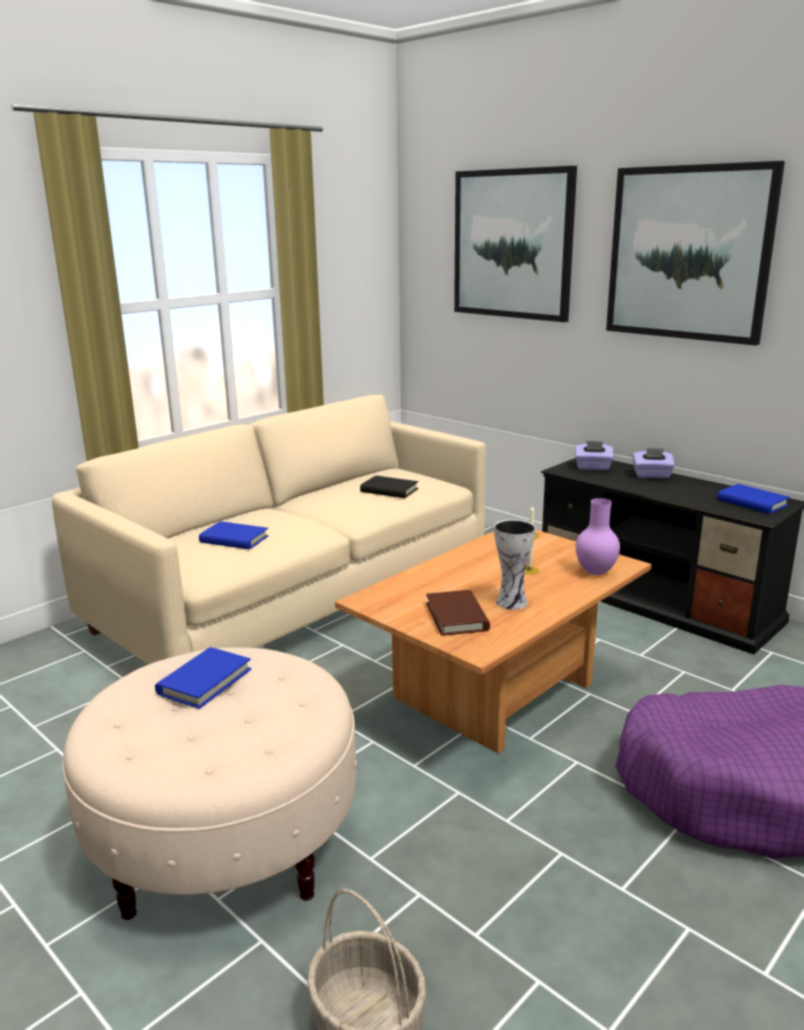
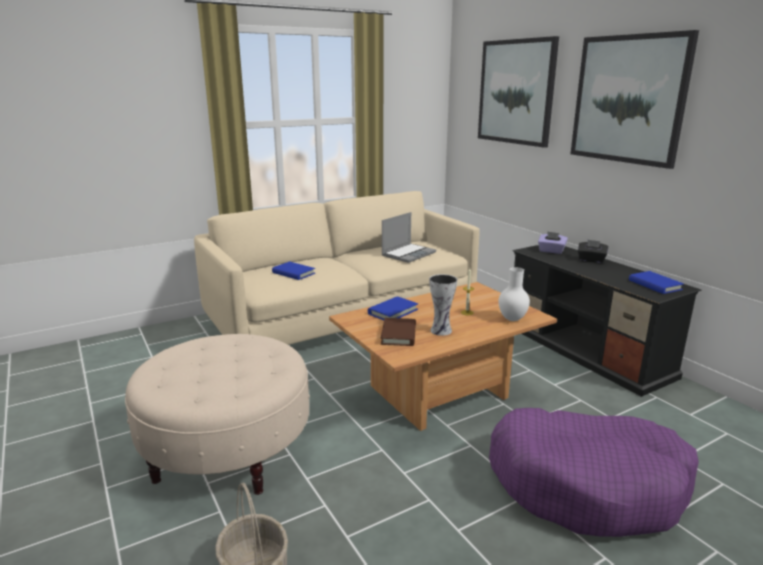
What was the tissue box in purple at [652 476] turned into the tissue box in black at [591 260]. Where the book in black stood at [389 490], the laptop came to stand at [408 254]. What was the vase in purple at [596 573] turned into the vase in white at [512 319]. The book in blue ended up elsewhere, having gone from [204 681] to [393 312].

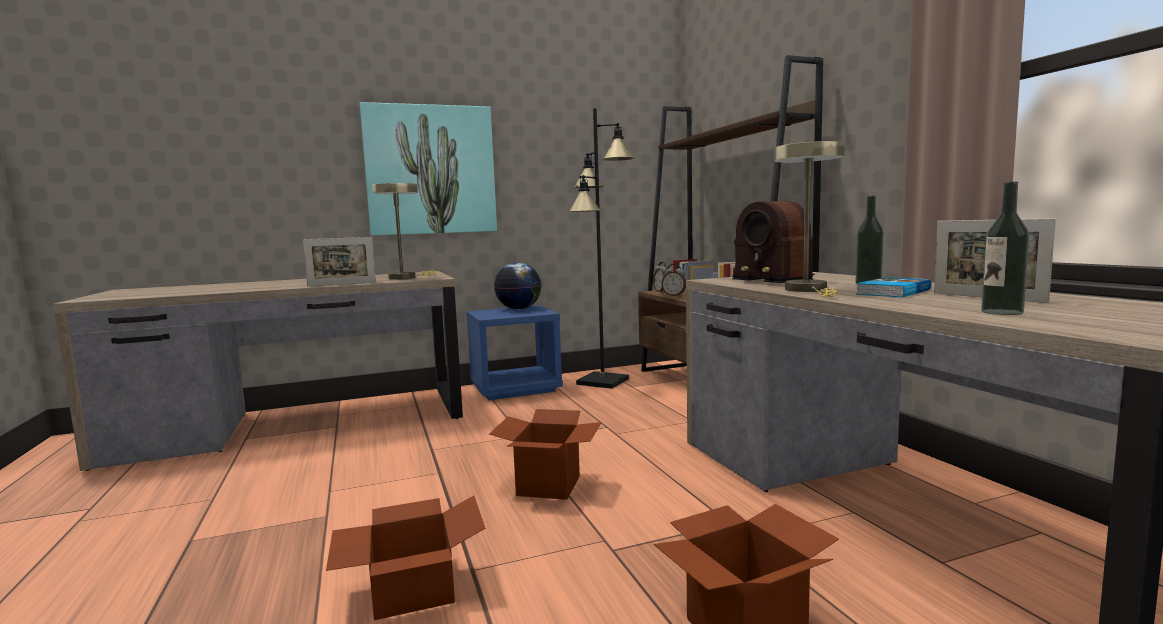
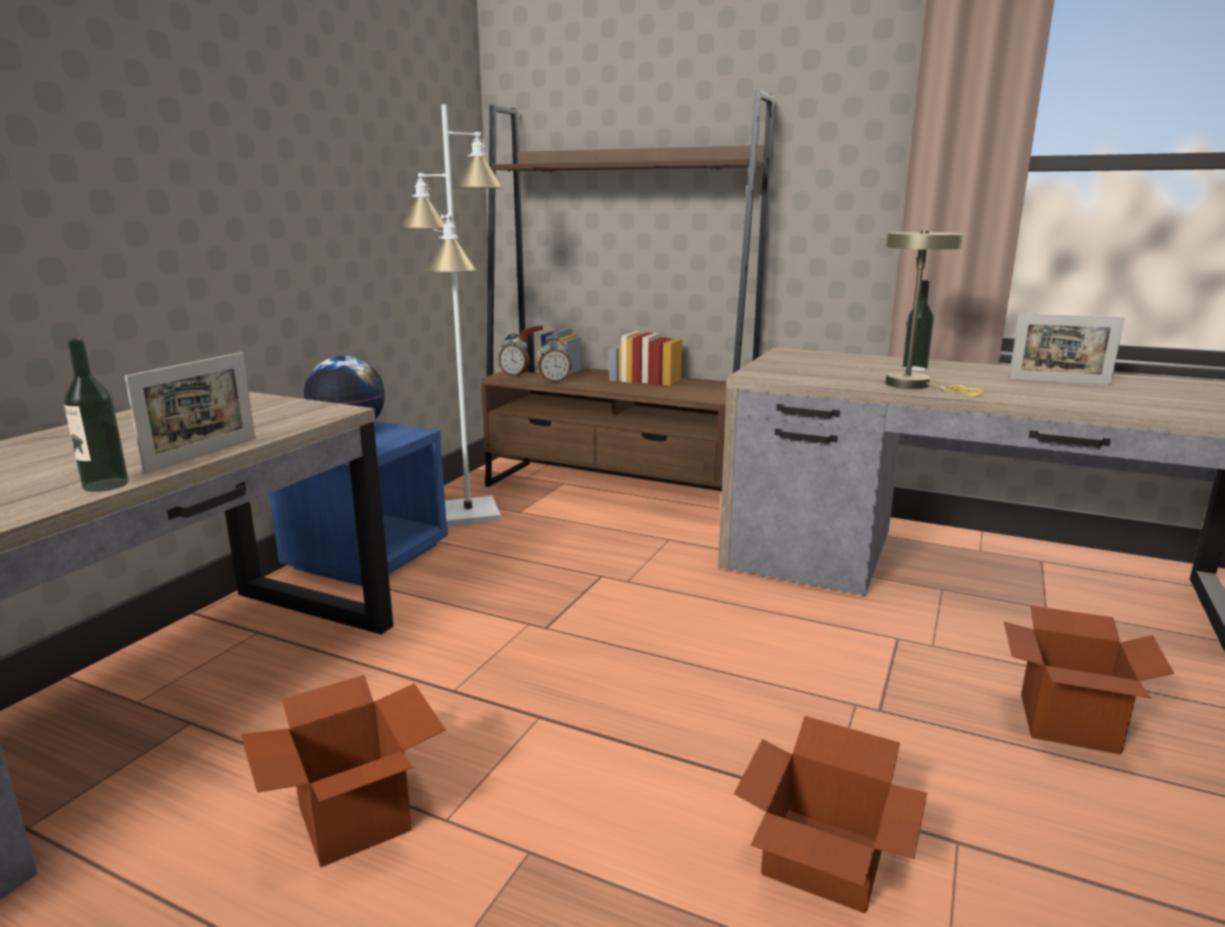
The second view lost the picture at [430 170]. What was the floor lamp in black at [603 382] turned into the floor lamp in white at [469 514]. The bottle ended up elsewhere, having gone from [1002 312] to [105 485]. The second view lost the table lamp in beige at [405 277]. The second view lost the radio at [773 279]. The second view lost the book at [891 292]. The cardboard box ended up elsewhere, having gone from [548 485] to [353 819].

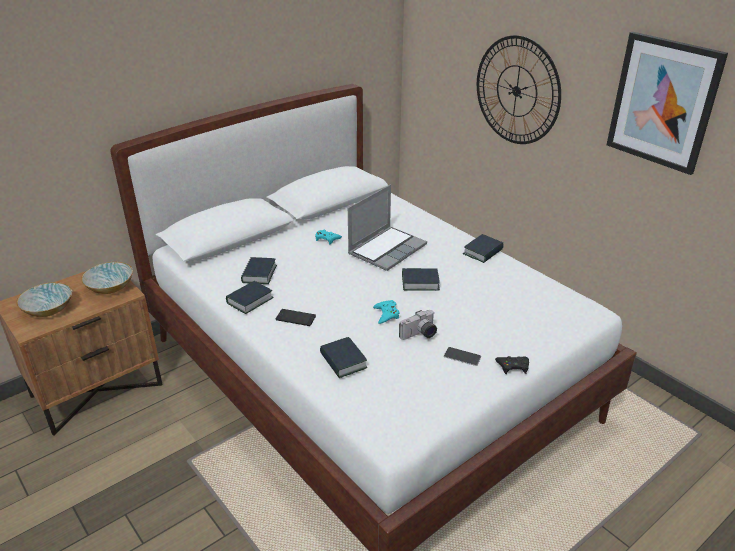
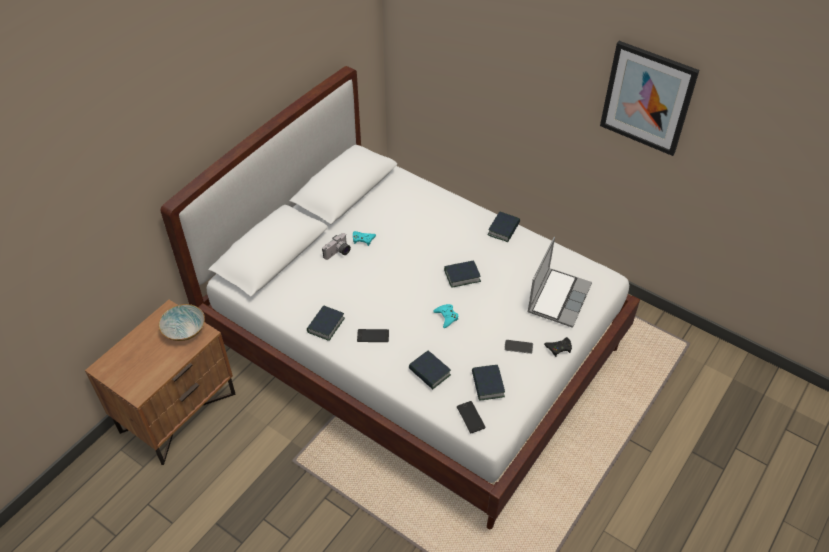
The second view lost the wall clock at [517 91]. The laptop ended up elsewhere, having gone from [387 249] to [558 297]. The book ended up elsewhere, having gone from [259 274] to [487 385]. The second view lost the bowl at [49 309]. The photo camera ended up elsewhere, having gone from [419 335] to [338 253]. The second view gained the phone at [470 417].

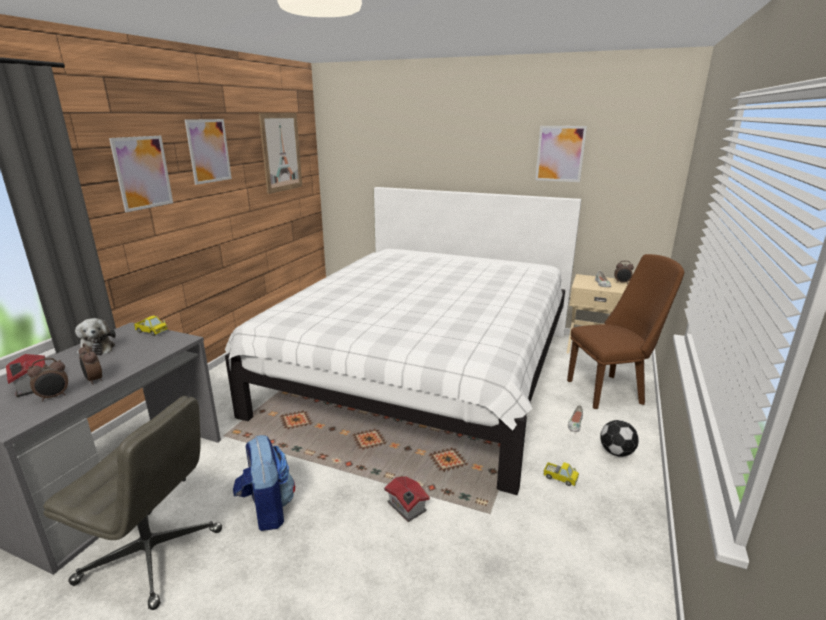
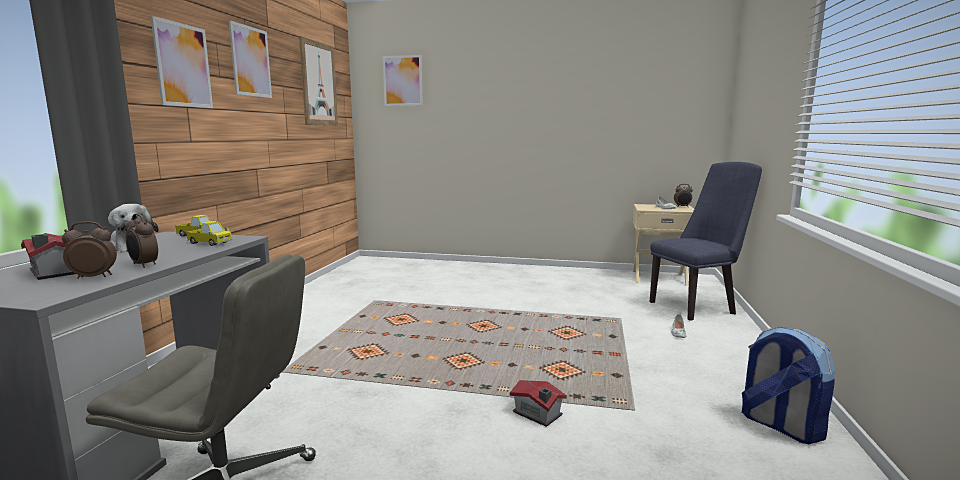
The picture ended up elsewhere, having gone from [560 154] to [402 81]. The second view lost the bed in white at [423 370]. What was the chair in brown at [610 391] turned into the chair in blue at [696 306]. The alarm clock at [54 396] ended up facing another way, 150 degrees counterclockwise from before. The second view lost the football at [616 452]. The backpack ended up elsewhere, having gone from [267 510] to [779 426]. The toy truck ended up elsewhere, having gone from [560 478] to [209 243].

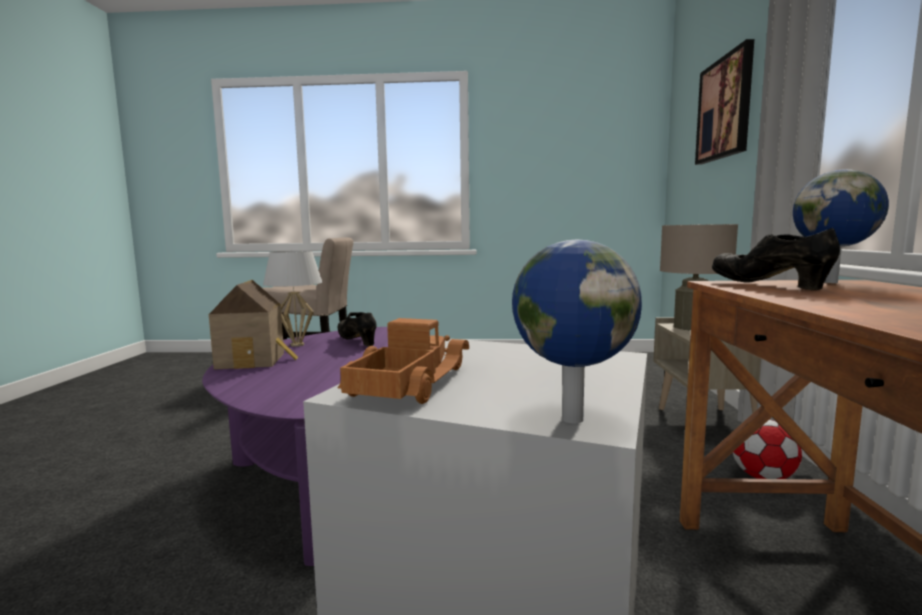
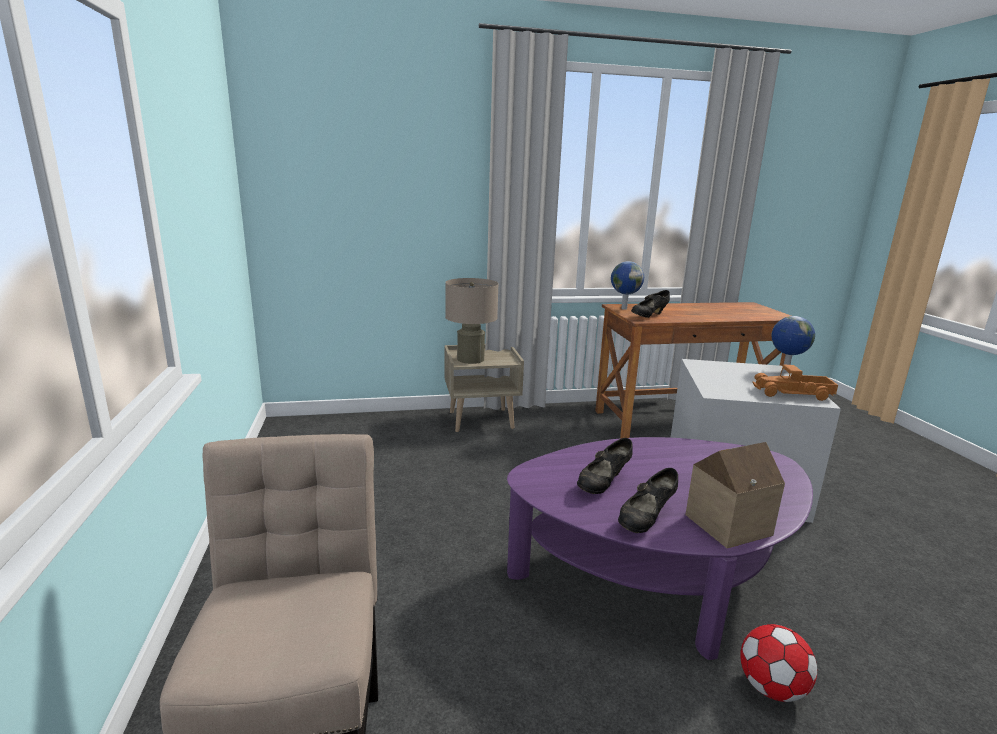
The second view lost the picture at [725 108]. Where the table lamp in white stood at [297 345], the shoe in black came to stand at [646 519]. The football ended up elsewhere, having gone from [763 477] to [771 688].

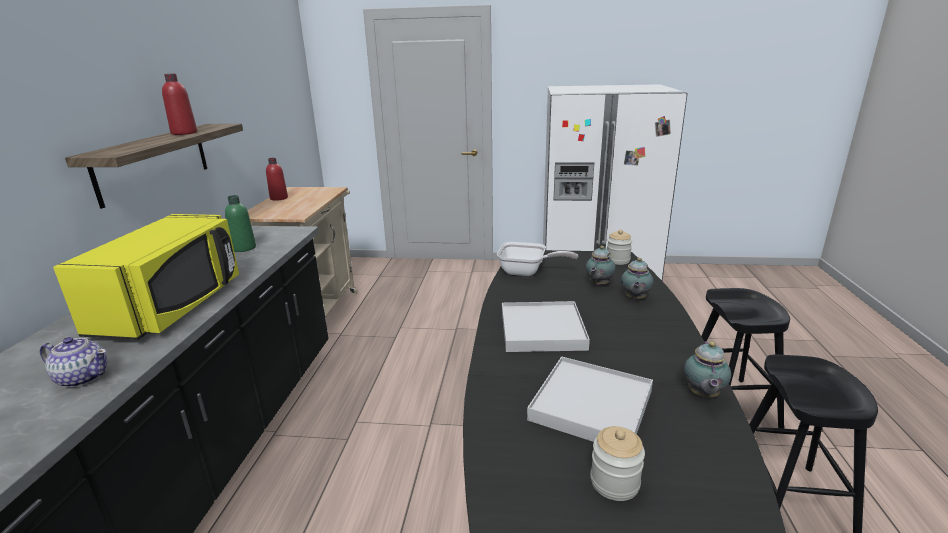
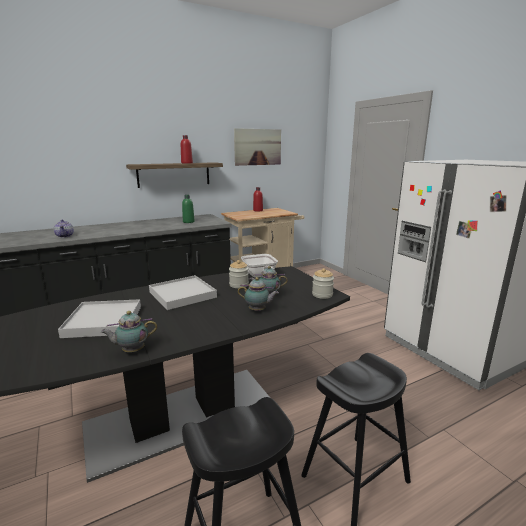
The second view lost the microwave in yellow at [174 306]. The teapot at [634 298] ended up facing another way, 150 degrees counterclockwise from before. The jar ended up elsewhere, having gone from [614 482] to [239 285]. The second view gained the picture at [258 147].

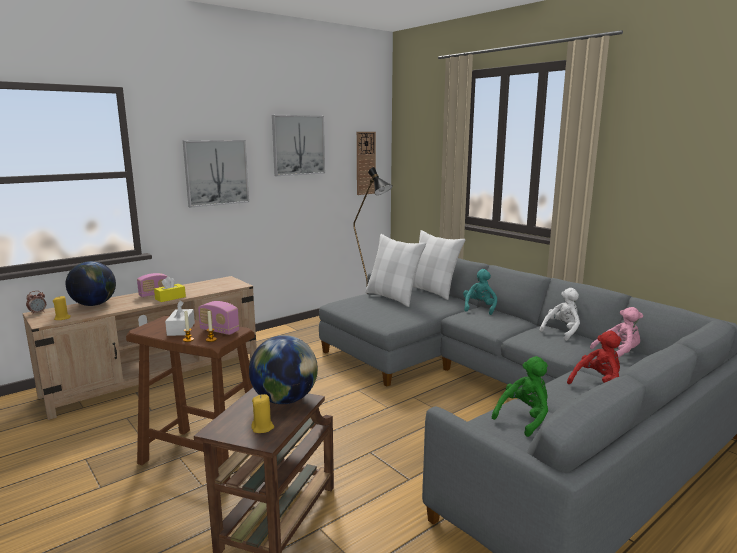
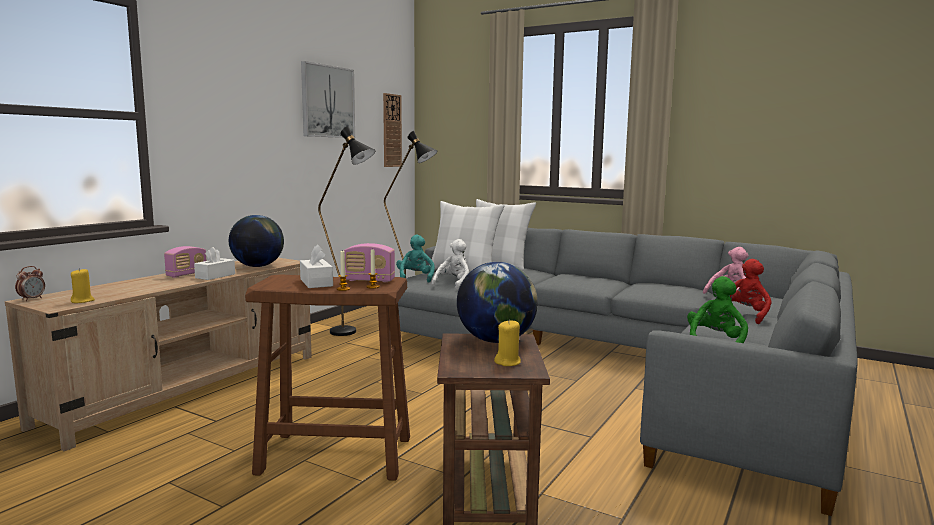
The second view lost the picture at [216 172]. The globe ended up elsewhere, having gone from [94 304] to [257 266]. The plush toy in turquoise ended up elsewhere, having gone from [479 308] to [415 278]. What was the tissue box in yellow at [170 298] turned into the tissue box in white at [215 276]. The plush toy in white ended up elsewhere, having gone from [562 331] to [453 284]. The second view gained the floor lamp in black at [351 333].

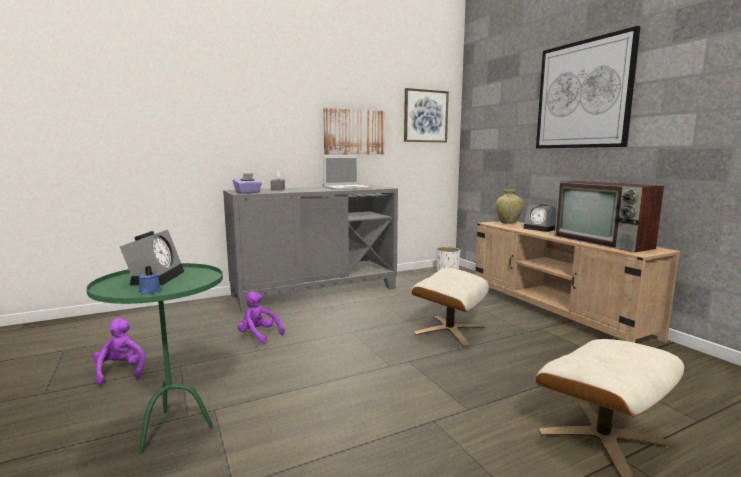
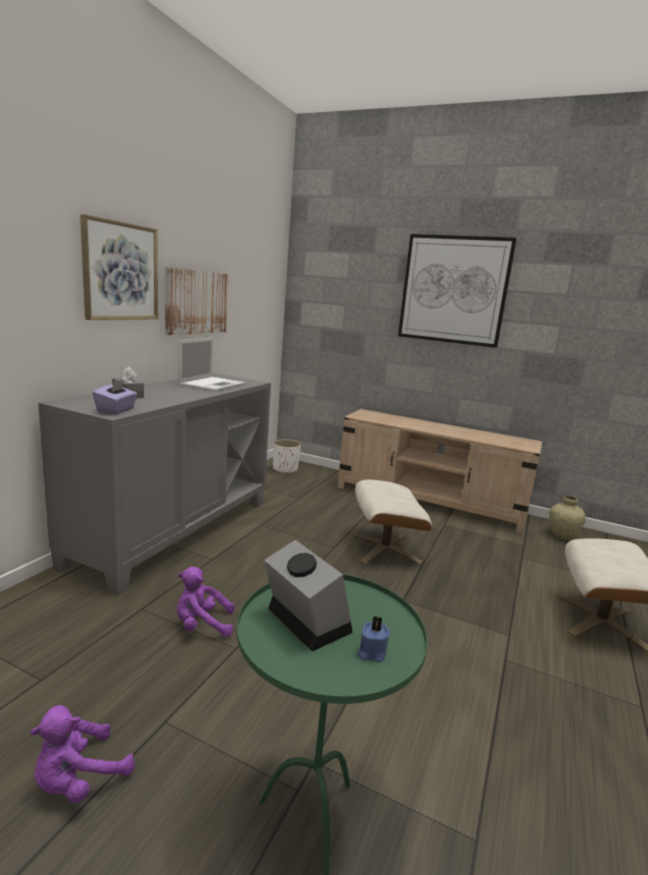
The picture ended up elsewhere, having gone from [425 116] to [121 271]. The second view lost the television at [603 242]. The vase in beige ended up elsewhere, having gone from [508 222] to [562 536]. The second view lost the alarm clock at [540 229]. The plush toy in purple at [121 371] ended up facing another way, 75 degrees counterclockwise from before.

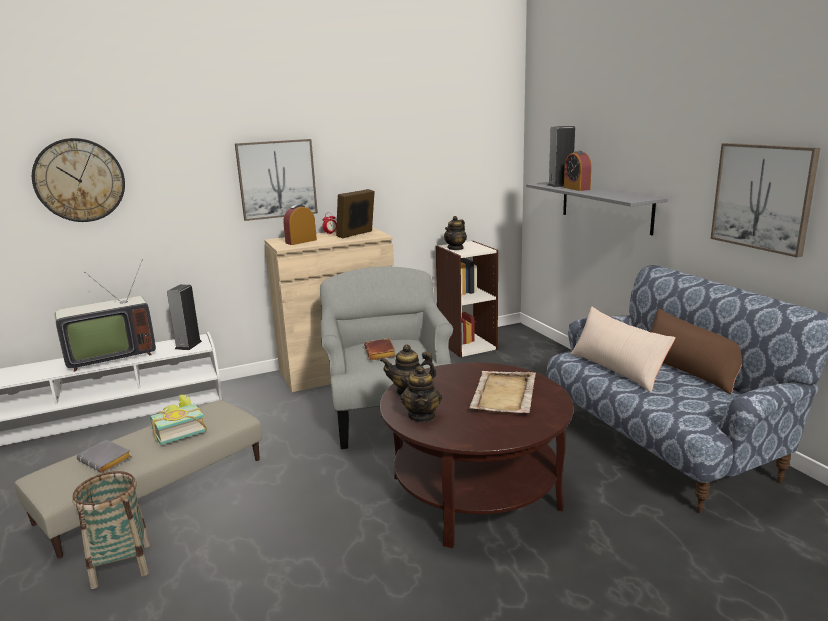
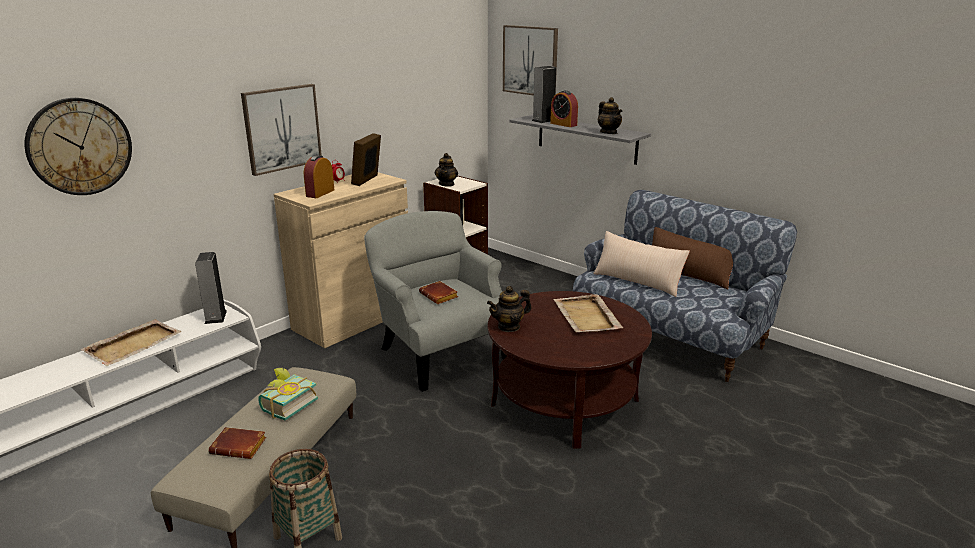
The picture ended up elsewhere, having gone from [763 197] to [530 60]. Where the television stood at [109 357], the tray in beige came to stand at [134 344]. The teapot ended up elsewhere, having gone from [422 416] to [608 132]. What was the book in grey at [107 460] turned into the book in brown at [240 446].

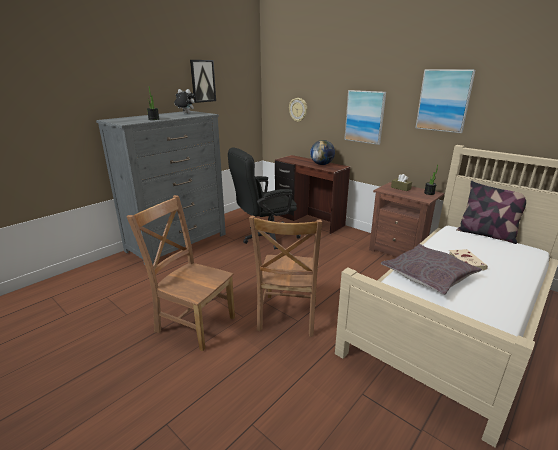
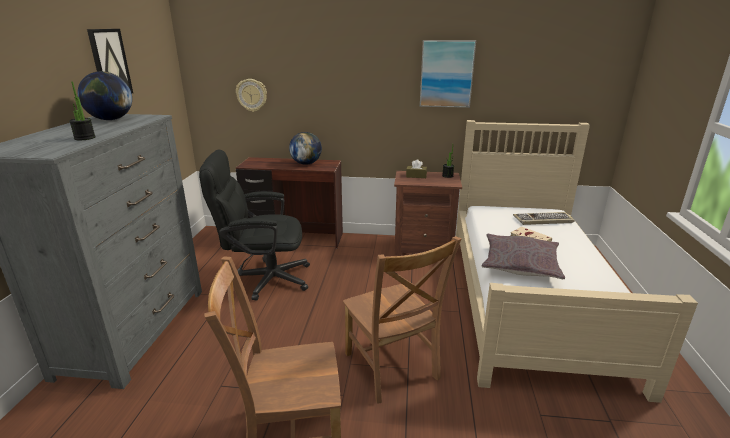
Where the plush toy stood at [185 113], the globe came to stand at [111 119]. The second view lost the picture at [364 117]. The office chair in black at [265 238] ended up facing another way, 60 degrees clockwise from before. The second view lost the pillow at [486 234]. The second view gained the keyboard at [543 220].

